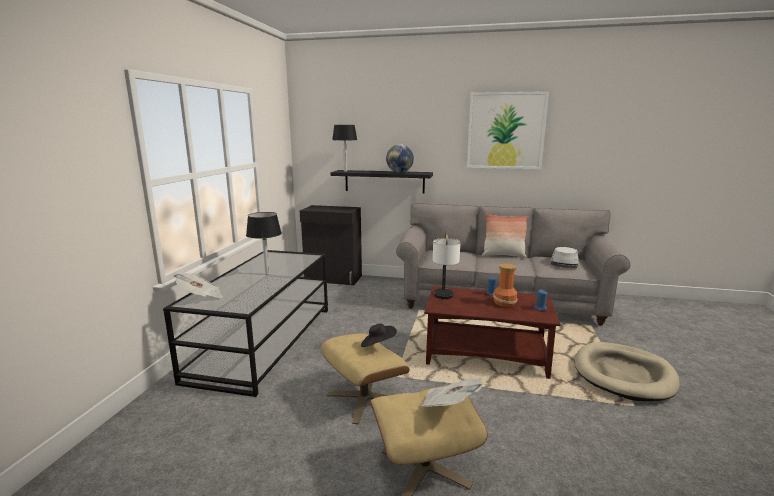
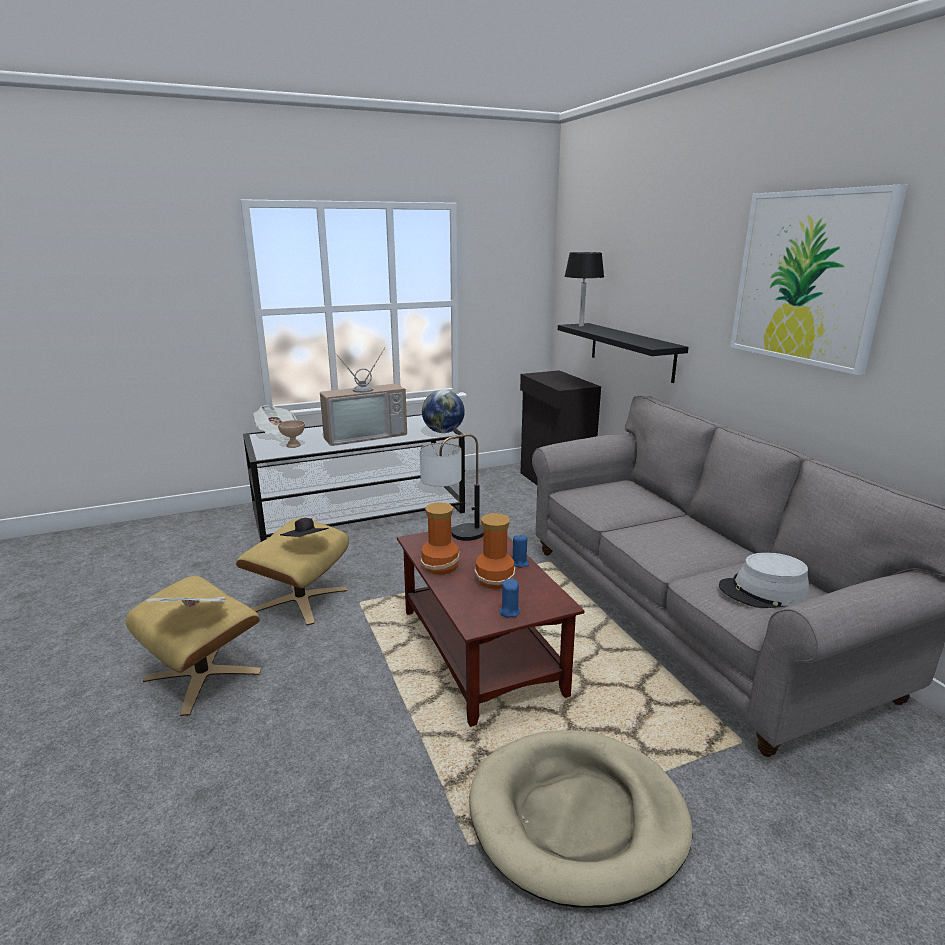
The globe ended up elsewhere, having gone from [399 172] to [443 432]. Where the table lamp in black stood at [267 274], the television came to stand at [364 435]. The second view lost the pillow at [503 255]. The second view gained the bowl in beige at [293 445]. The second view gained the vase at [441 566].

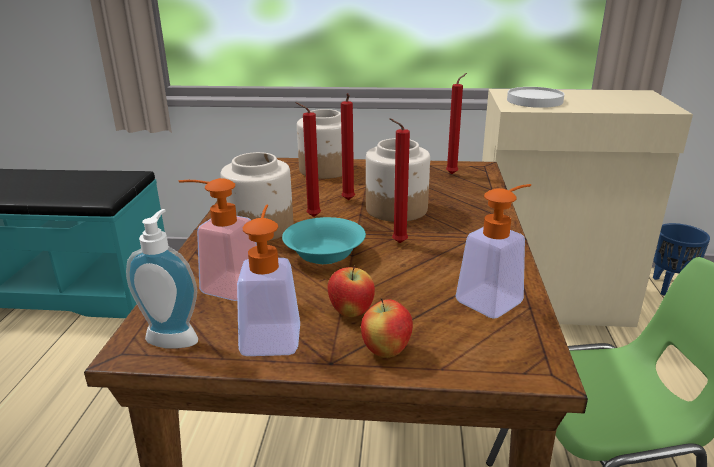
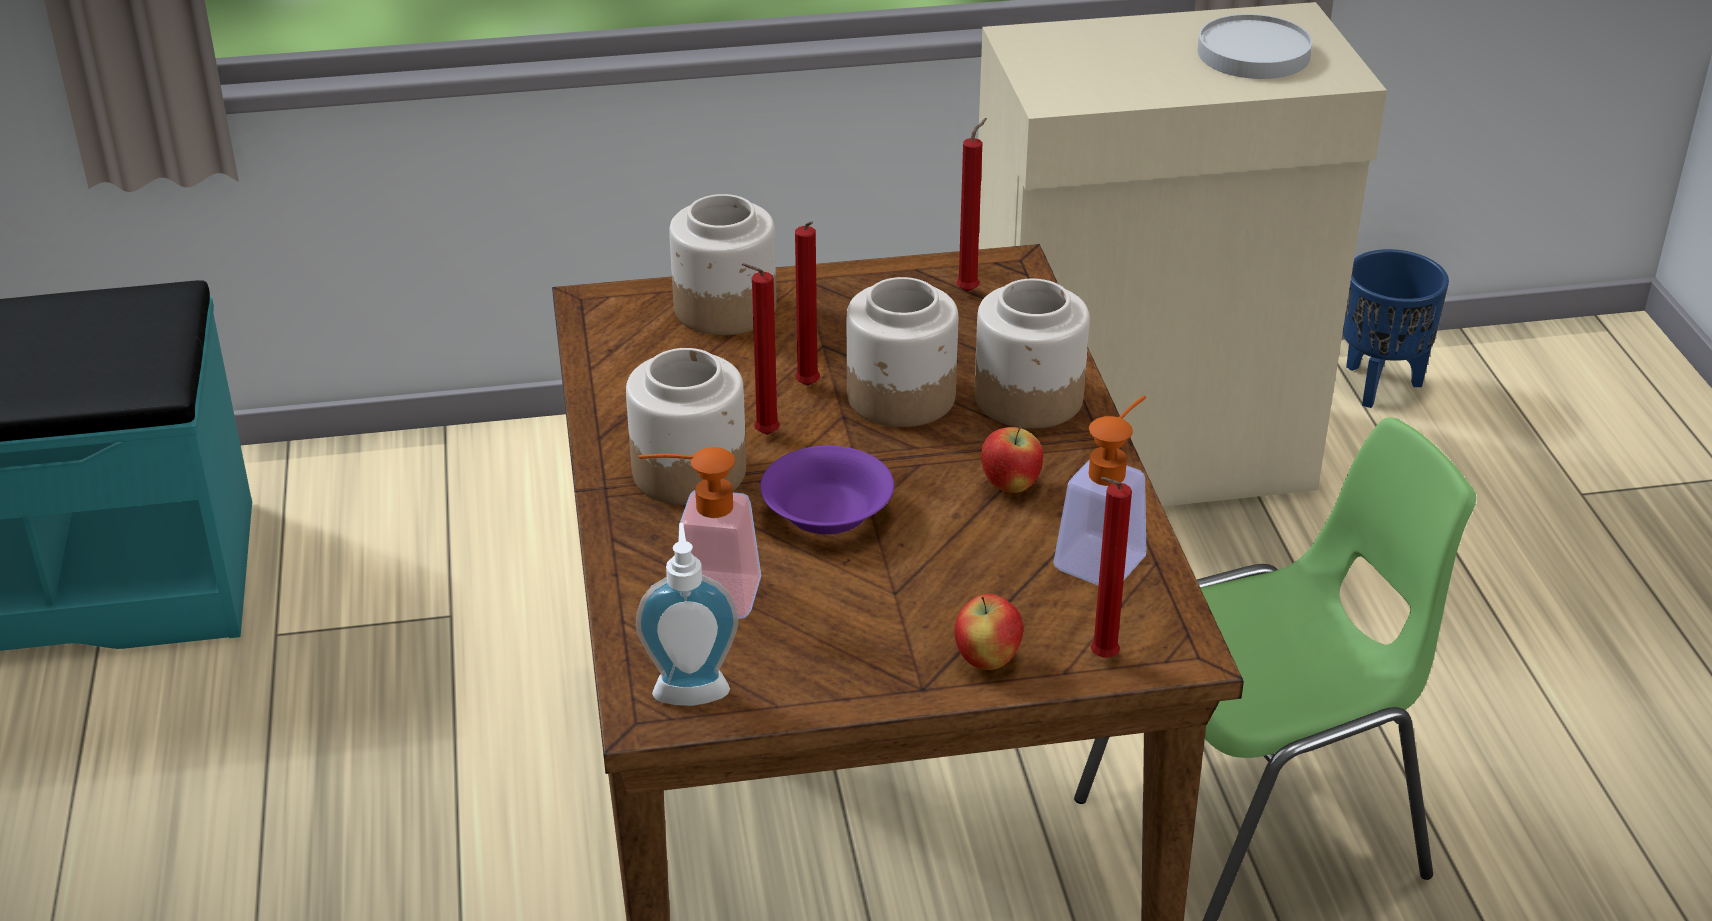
The plate in white ended up elsewhere, having gone from [535 101] to [1254 54]. The candle in red ended up elsewhere, having gone from [397 243] to [1100 659]. The second view lost the soap dispenser at [272 333]. What was the bowl in turquoise at [324 255] turned into the bowl in purple at [827 515]. The apple ended up elsewhere, having gone from [351 313] to [1010 486]. The second view gained the jar at [1030 397].

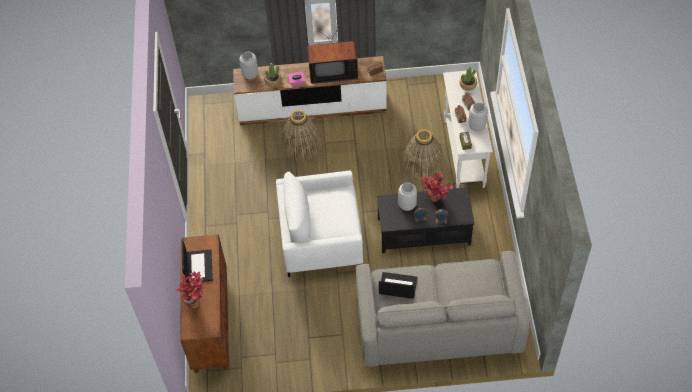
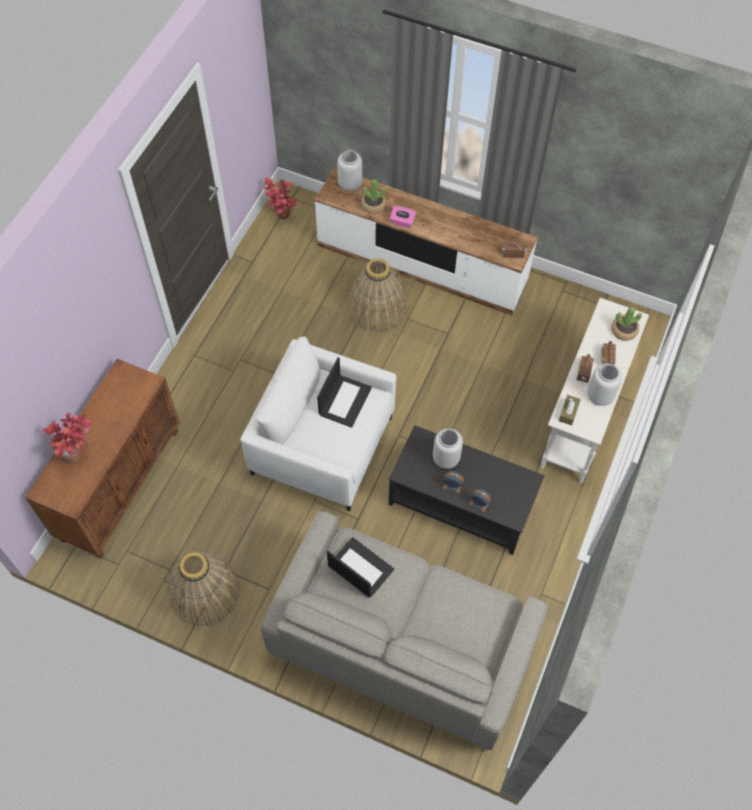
The second view lost the television at [332 72]. The basket ended up elsewhere, having gone from [422 163] to [204 592]. The potted plant ended up elsewhere, having gone from [436 201] to [282 218]. The laptop ended up elsewhere, having gone from [198 266] to [344 400].

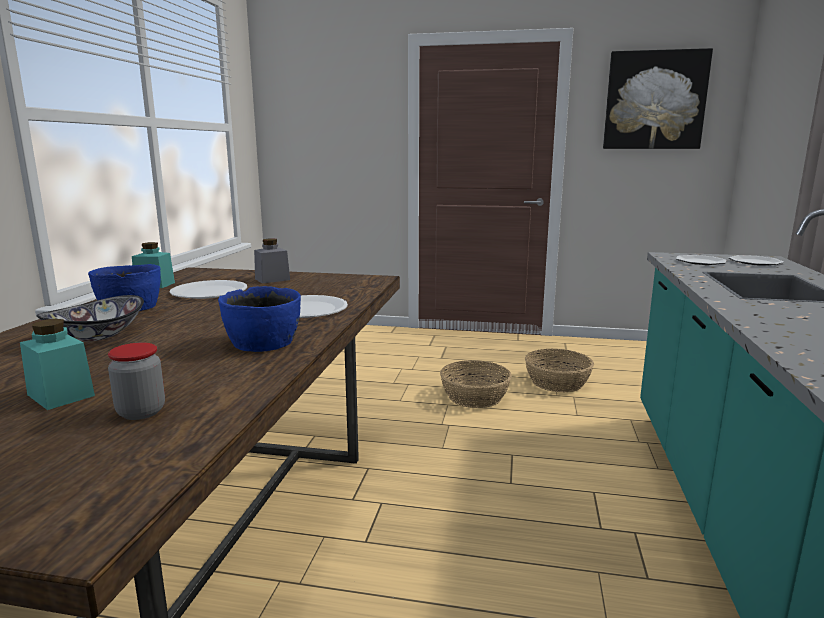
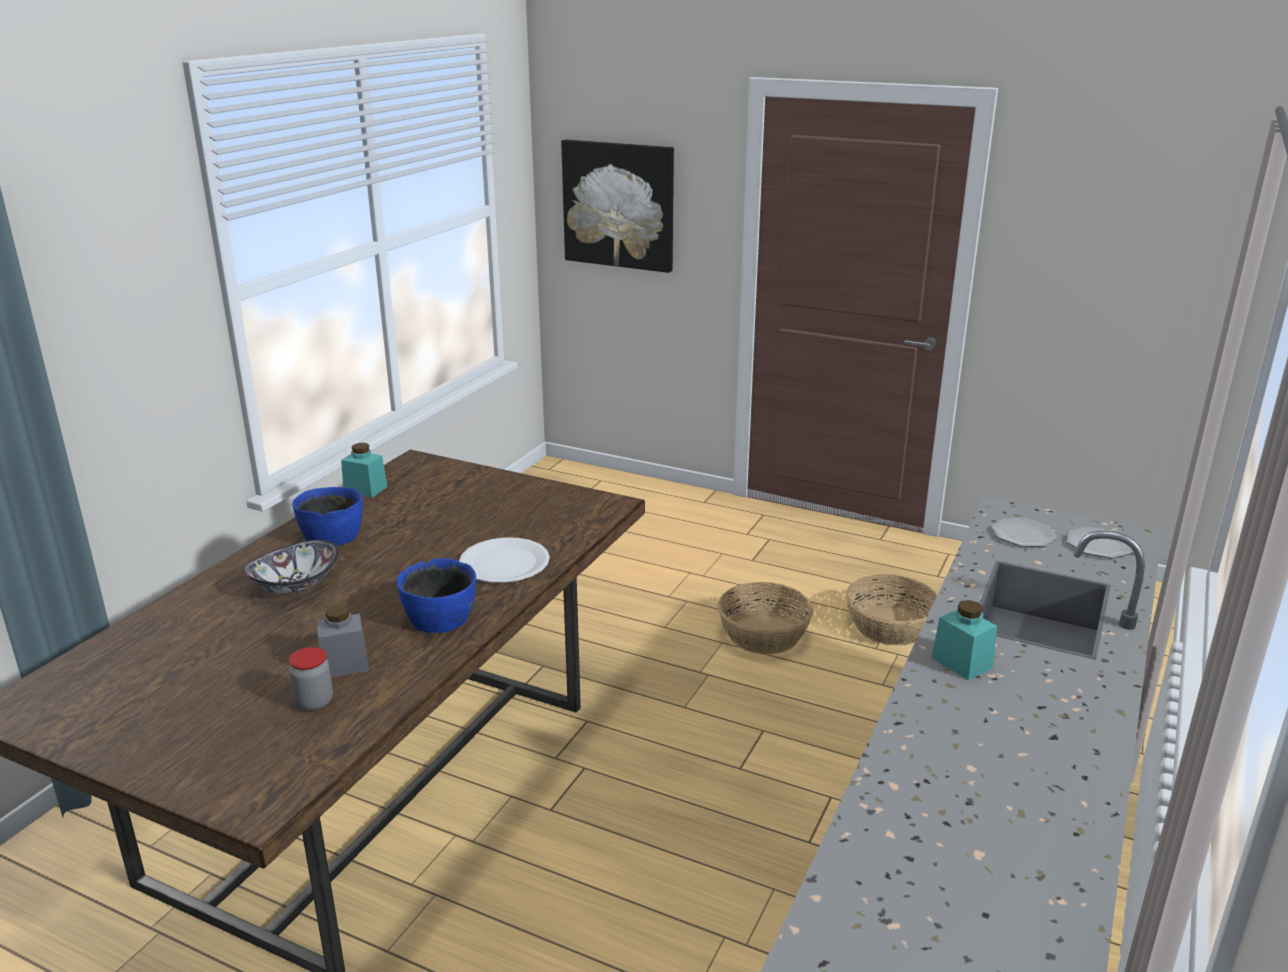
The picture ended up elsewhere, having gone from [654 100] to [619 205]. The jar in grey ended up elsewhere, having gone from [272 279] to [344 664]. The second view lost the plate in white at [209 292]. The jar in turquoise ended up elsewhere, having gone from [61 395] to [962 662].

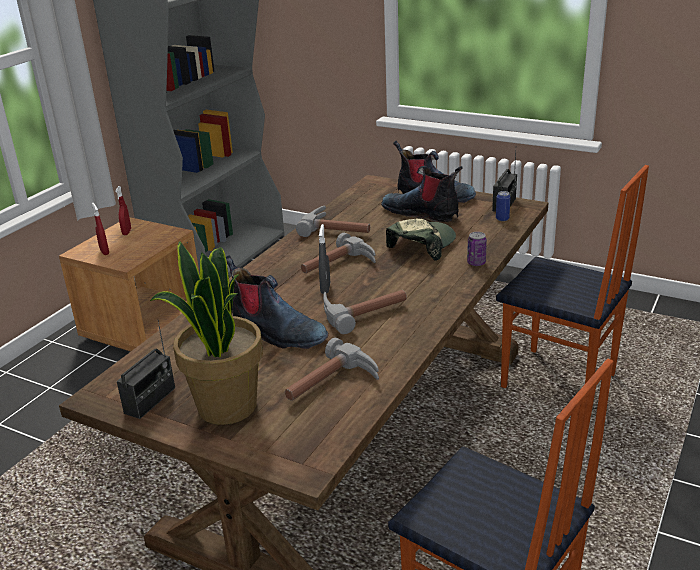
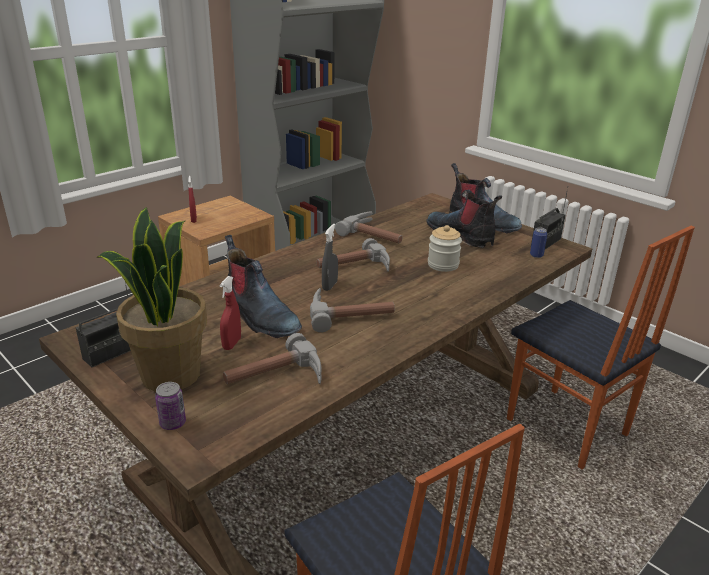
The spray bottle in red ended up elsewhere, having gone from [126 232] to [232 344]. Where the cap stood at [421 245], the jar came to stand at [443 265]. The can ended up elsewhere, having gone from [476 263] to [172 423].

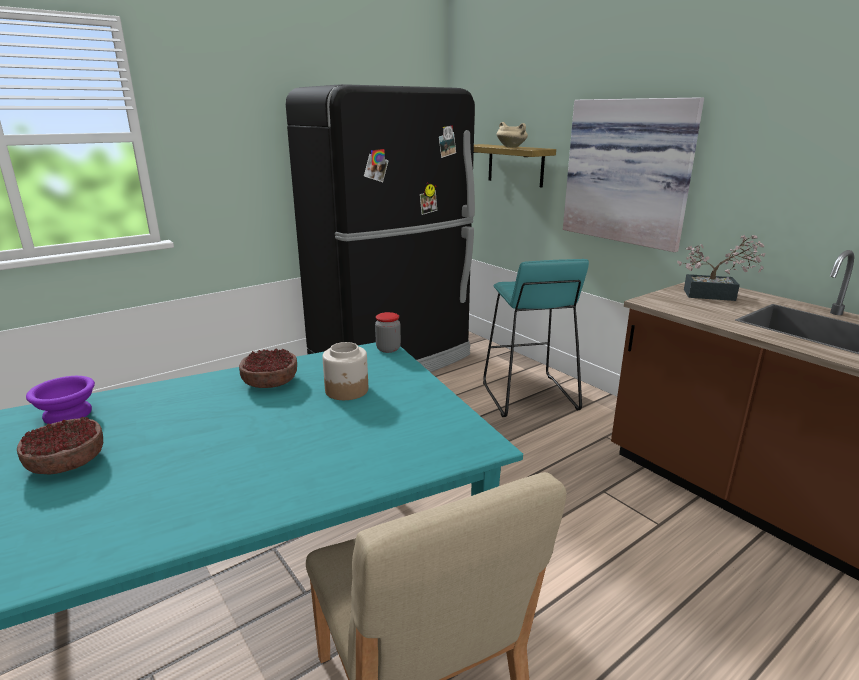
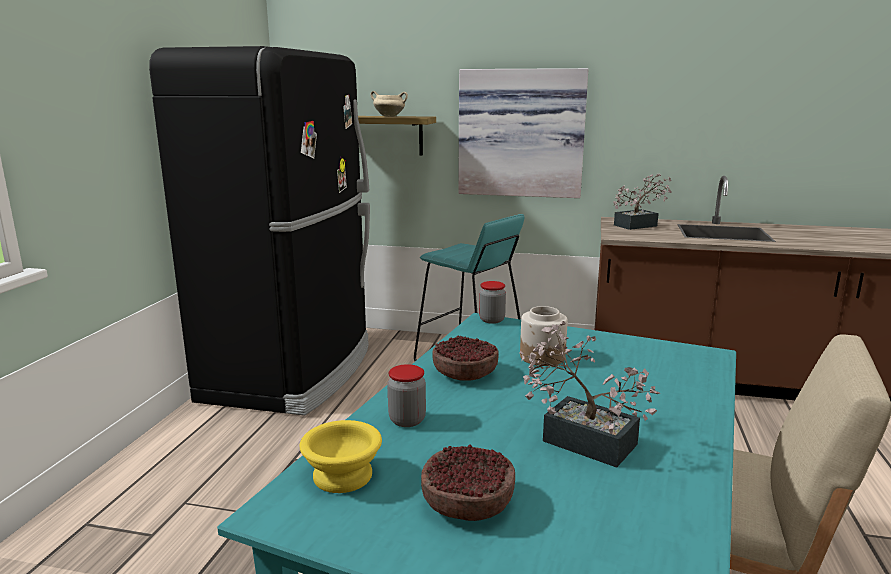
What was the bowl in purple at [70 414] turned into the bowl in yellow at [345 475]. The second view gained the potted plant at [580 438]. The second view gained the jar at [407 420].

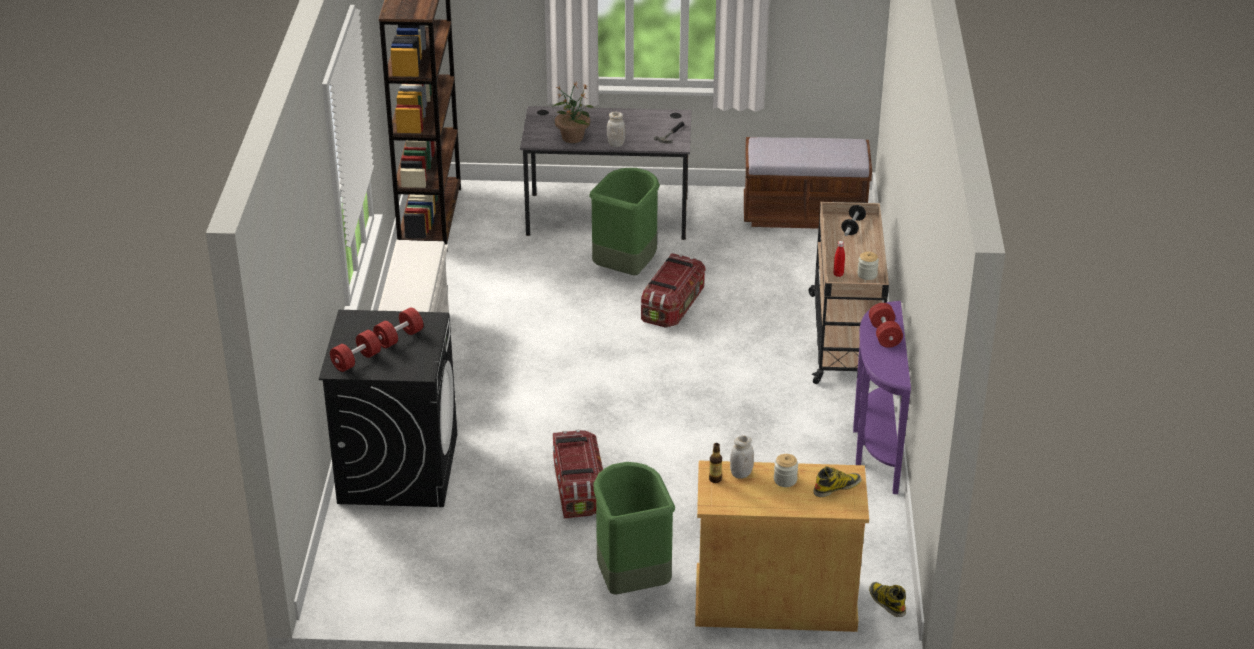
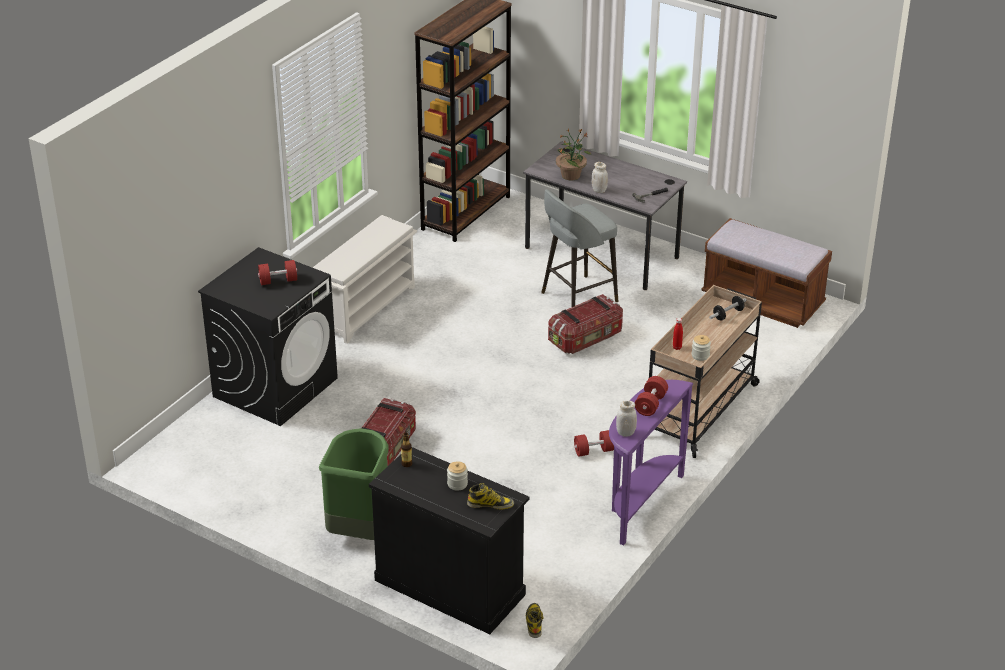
Where the trash can in green stood at [626 269], the stool in grey came to stand at [577 298]. The dumbbell in red ended up elsewhere, having gone from [356 361] to [593 451]. The jar in white ended up elsewhere, having gone from [741 473] to [625 433]. What was the cabinet in beige at [775 601] turned into the cabinet in black at [450 587].

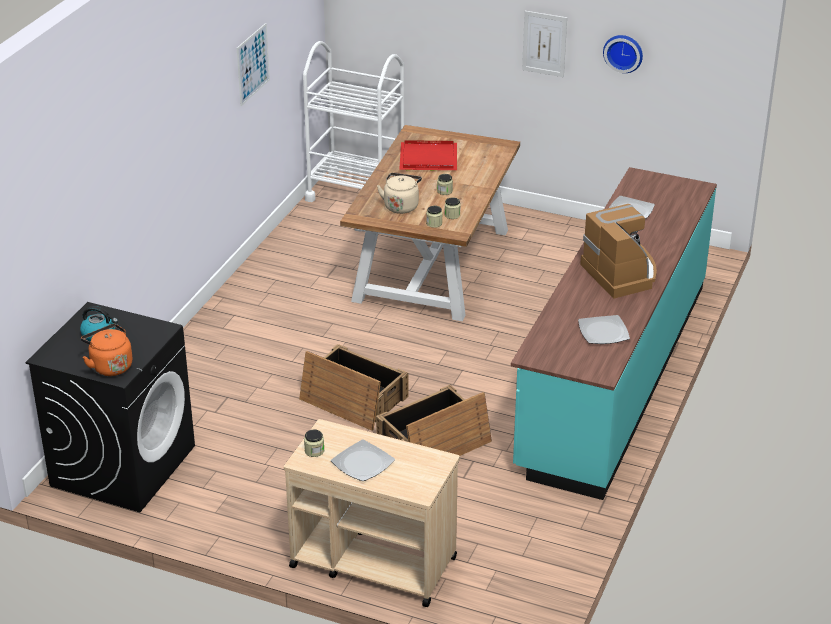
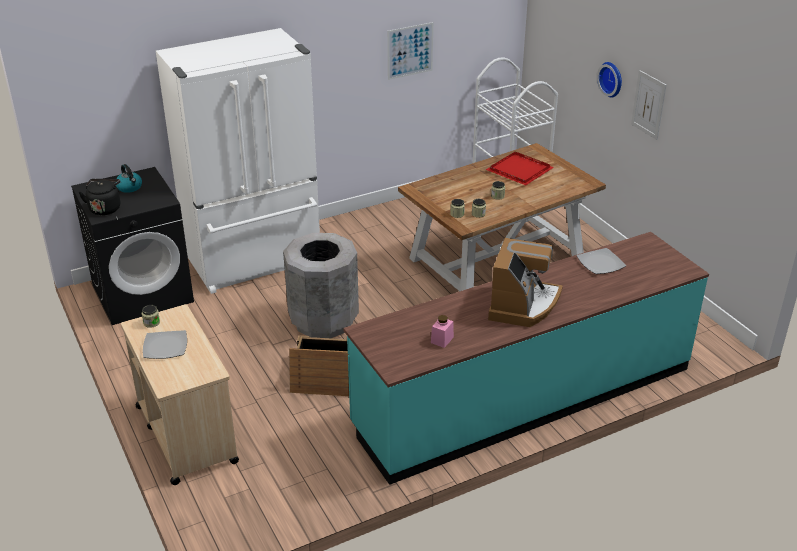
The wall clock ended up elsewhere, having gone from [623 52] to [612 79]. The second view lost the kettle in beige at [401 206]. Where the plate stood at [603 332], the jar in pink came to stand at [442 340]. What was the kettle in orange at [110 366] turned into the kettle in black at [105 208]. Where the crate stood at [353 398], the trash can in grey came to stand at [323 321]. The second view gained the fridge in white at [255 261].

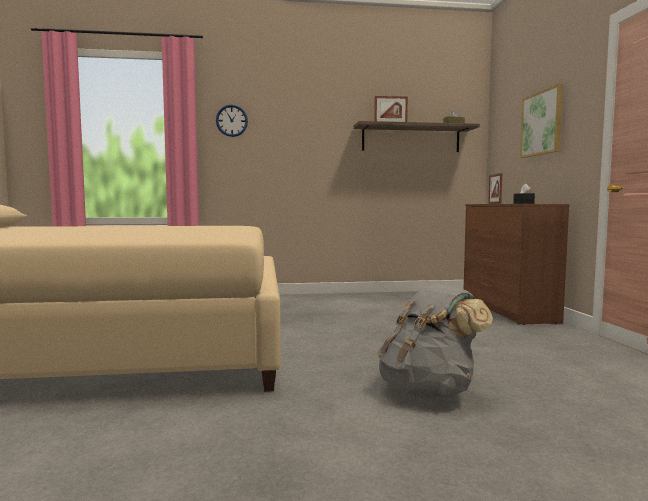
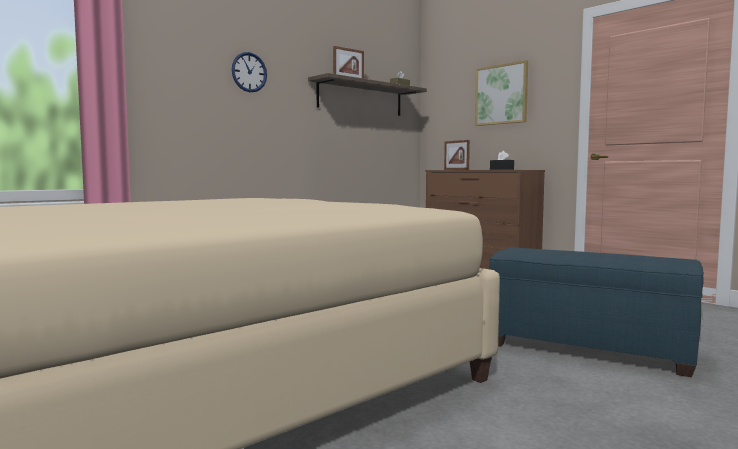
The wall clock ended up elsewhere, having gone from [232 120] to [249 72]. Where the backpack in grey stood at [429 391], the ottoman in blue came to stand at [589 347].

